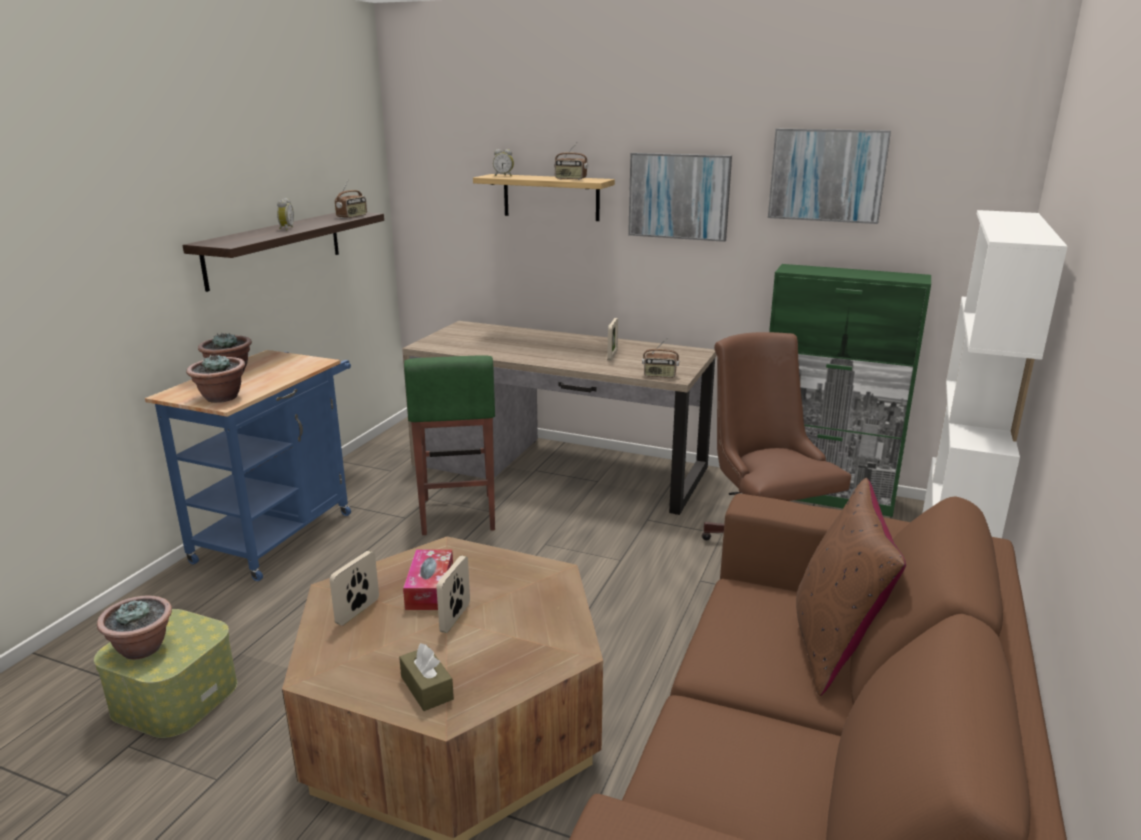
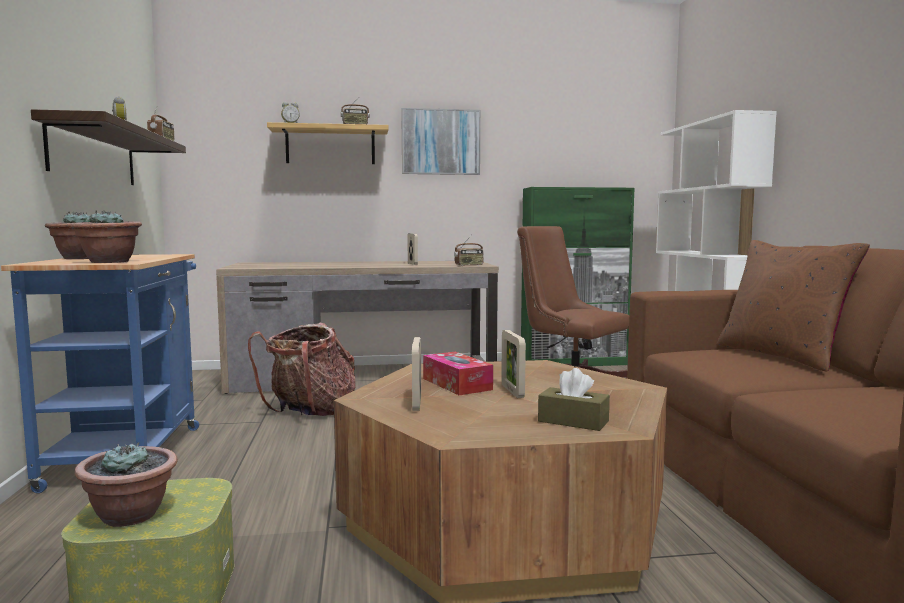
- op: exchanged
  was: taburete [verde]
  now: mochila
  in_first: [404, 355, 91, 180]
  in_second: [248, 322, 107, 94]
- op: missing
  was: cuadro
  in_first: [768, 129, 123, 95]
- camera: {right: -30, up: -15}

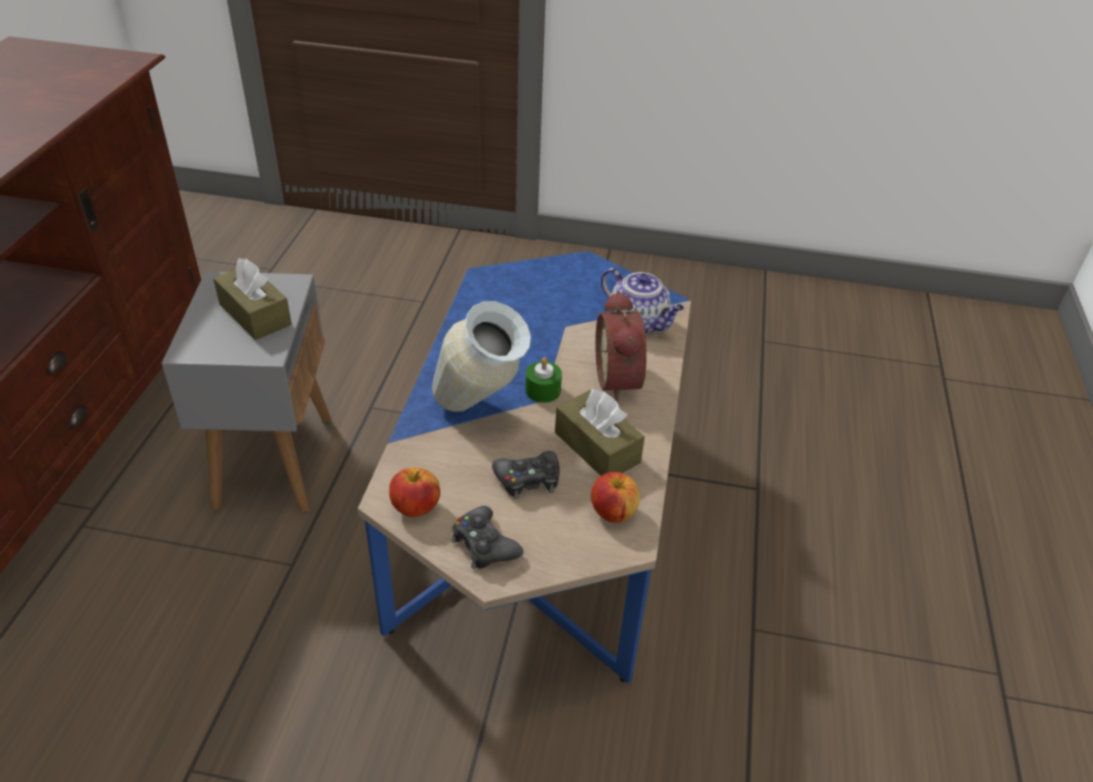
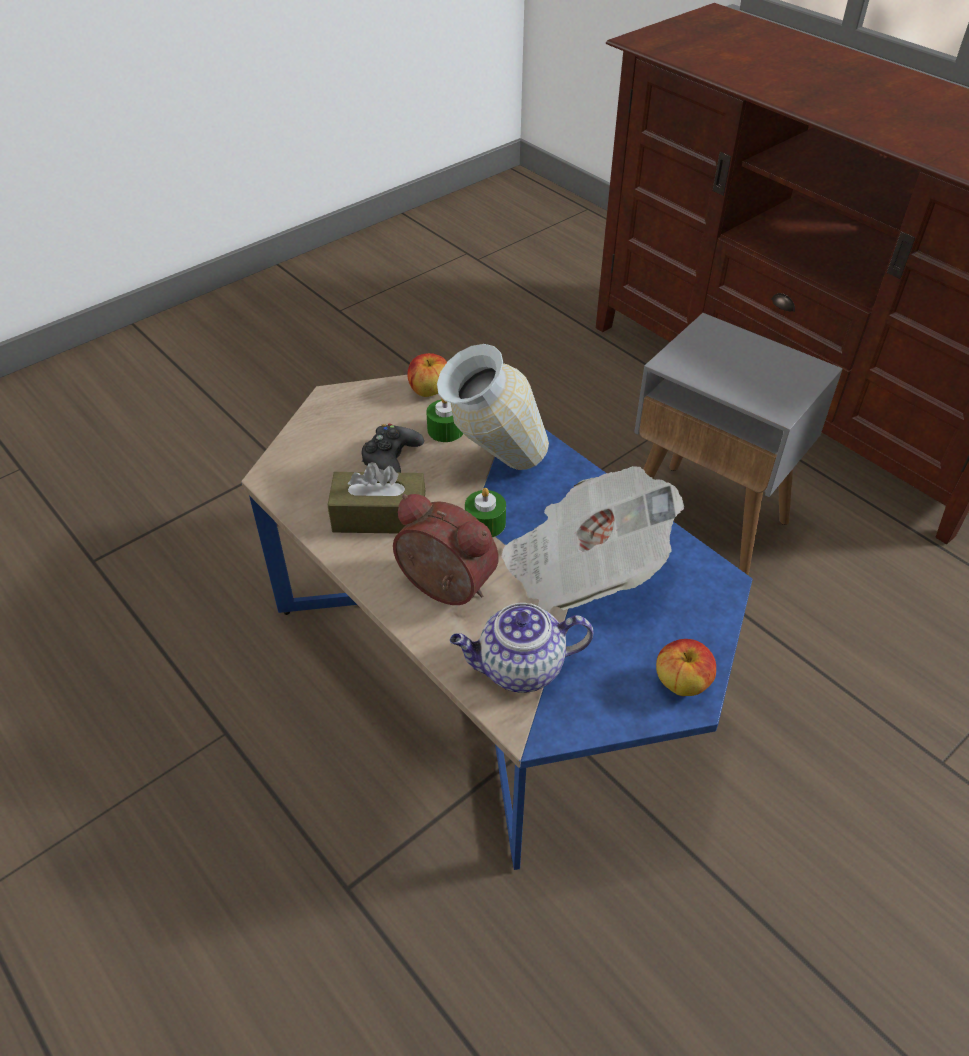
- op: appeared
  now: vela [verde]
  in_second: [426, 398, 37, 44]
- op: appeared
  now: periódico
  in_second: [501, 466, 183, 146]
- op: relocated
  was: manzana
  in_first: [591, 472, 49, 51]
  in_second: [656, 639, 60, 57]
- op: missing
  was: caja de pañuelos [marrón]
  in_first: [213, 258, 79, 82]
- op: missing
  was: mando de consola [negro]
  in_first: [451, 506, 73, 63]
- camera: {right: 130, up: 5}

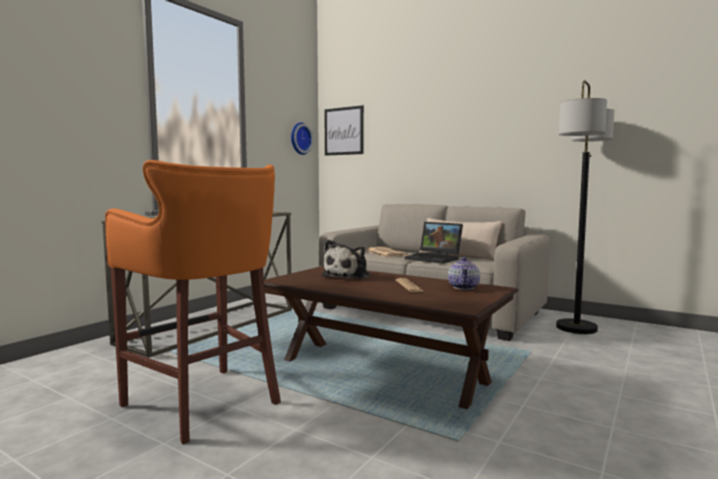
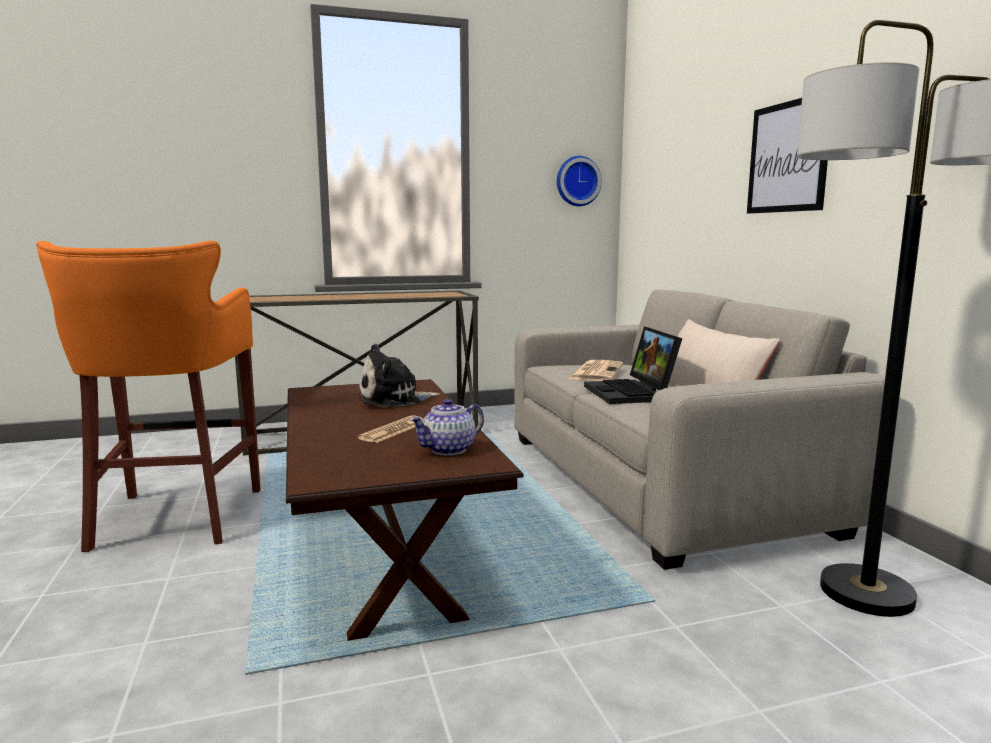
- op: relocated
  was: cuadro
  in_first: [324, 105, 40, 51]
  in_second: [747, 98, 81, 116]
- camera: {right: 40, up: 5}

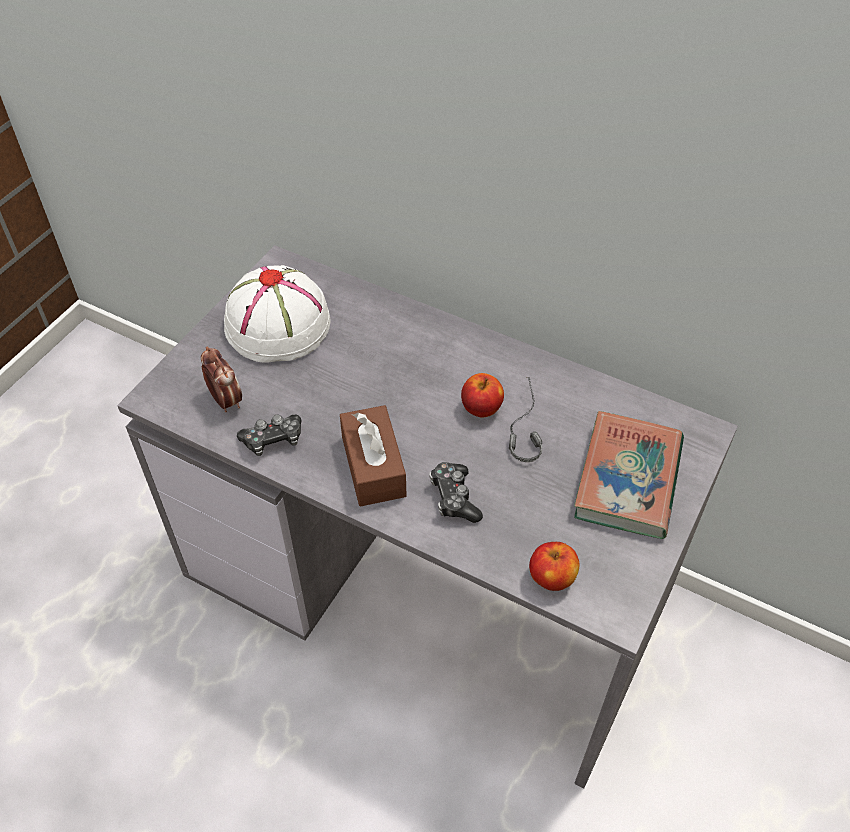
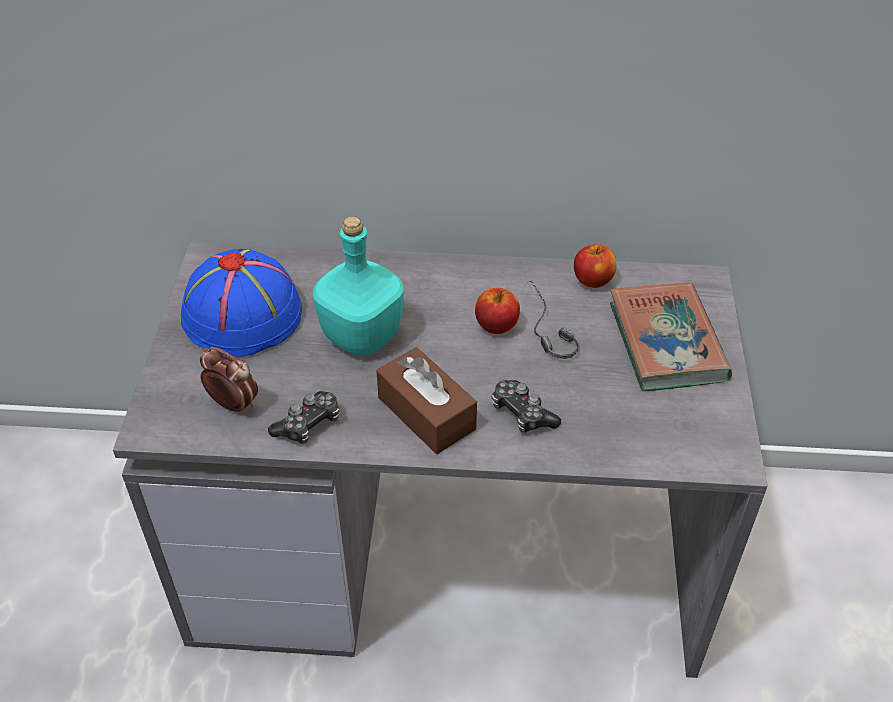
- op: colour
  was: sombrero [blanco]
  now: sombrero [azul]
  in_first: [224, 265, 106, 98]
  in_second: [181, 249, 121, 107]
- op: appeared
  now: botella [turquesa]
  in_second: [313, 217, 91, 139]
- op: relocated
  was: manzana
  in_first: [529, 542, 50, 49]
  in_second: [574, 244, 43, 44]
- camera: {right: -25, up: -5}

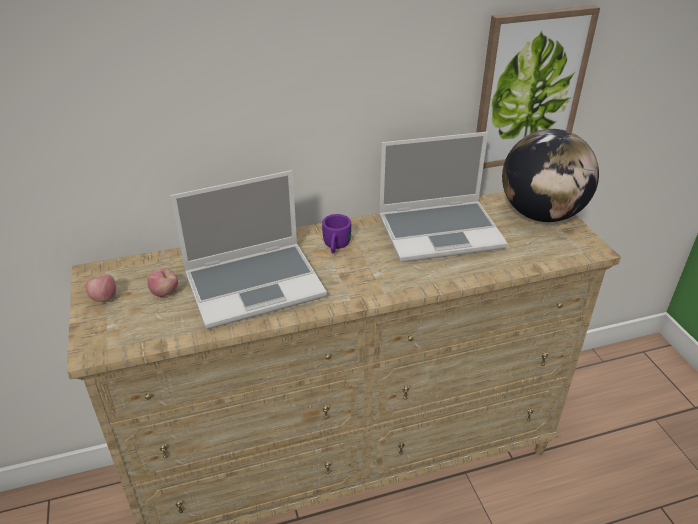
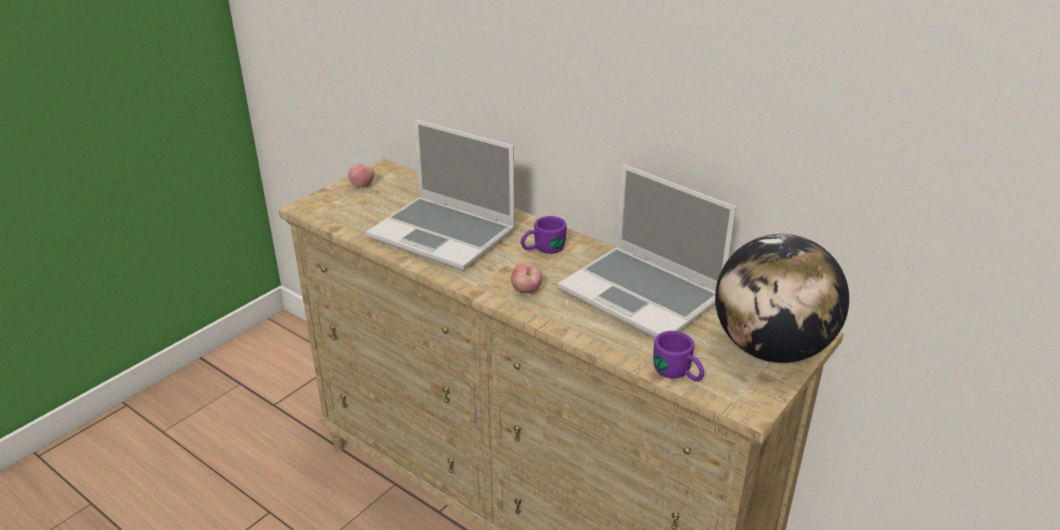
- op: relocated
  was: manzana
  in_first: [147, 268, 31, 29]
  in_second: [511, 263, 31, 30]
- op: appeared
  now: taza grande [morado]
  in_second: [653, 331, 51, 50]
- op: missing
  was: cuadro
  in_first: [476, 5, 124, 164]
- camera: {right: 55, up: -5}

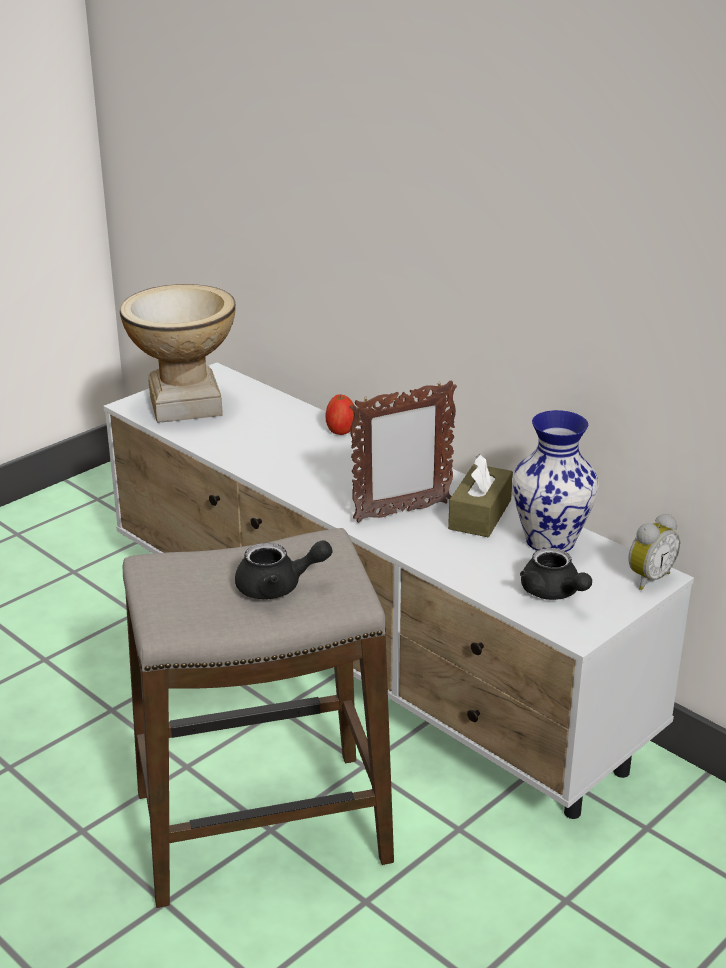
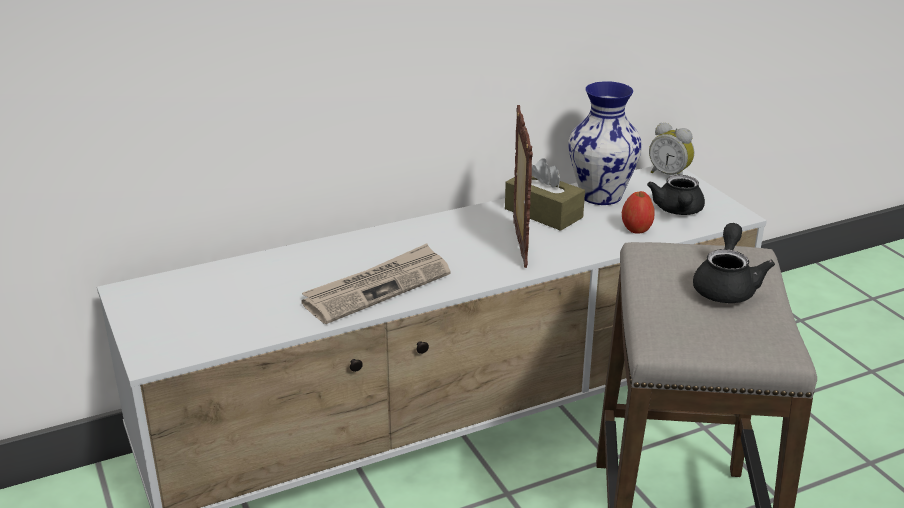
- op: appeared
  now: periódico
  in_second: [301, 243, 150, 81]
- op: relocated
  was: manzana
  in_first: [326, 394, 28, 41]
  in_second: [622, 191, 33, 43]
- op: spun
  was: tetera [negro]
  in_first: [520, 548, 72, 52]
  in_second: [647, 175, 58, 40]
  clockwise: 105
- op: spun
  was: despertador
  in_first: [628, 514, 52, 76]
  in_second: [649, 122, 45, 53]
  clockwise: 150
- op: missing
  was: florero
  in_first: [120, 284, 116, 139]
- camera: {right: -70, up: 0}

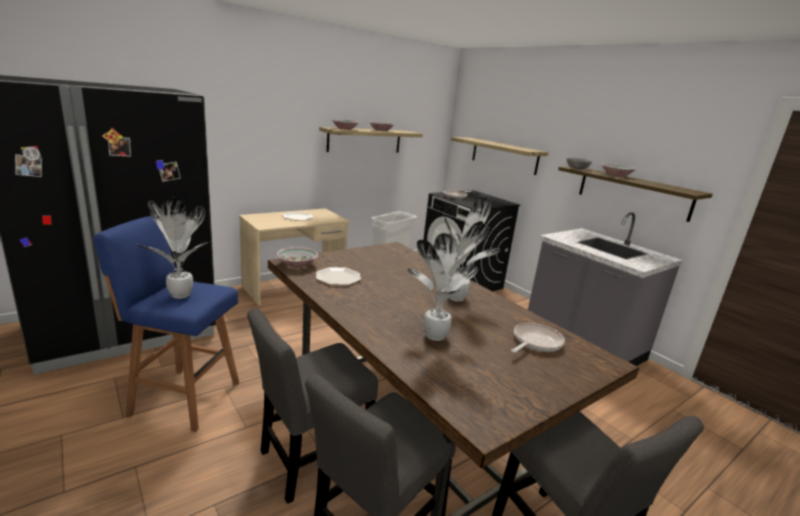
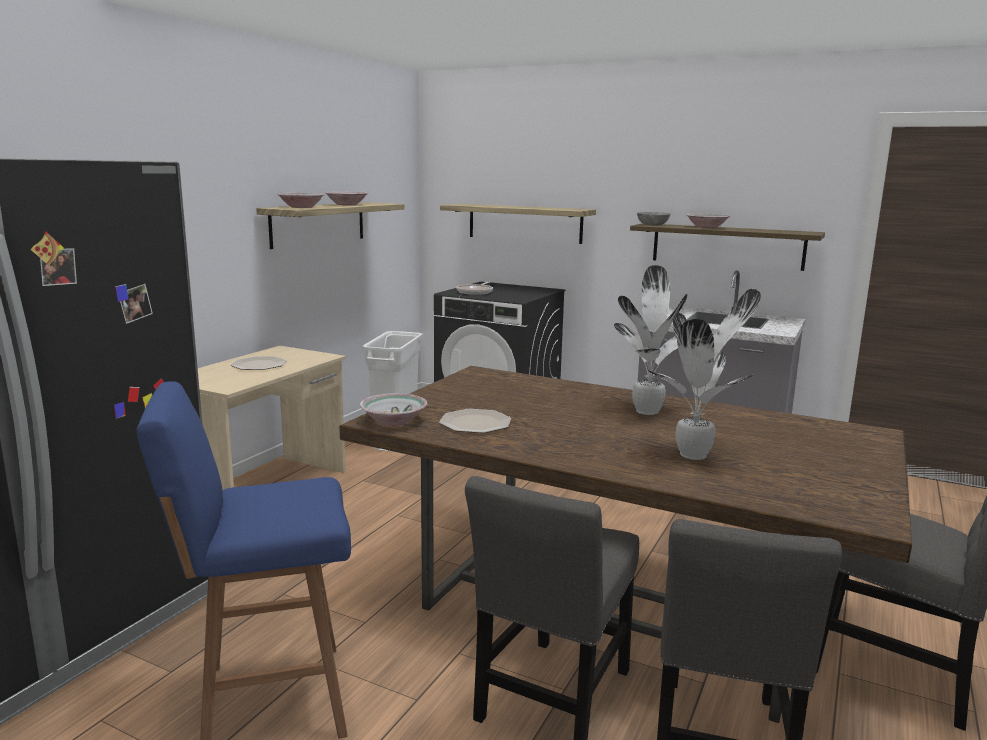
- op: missing
  was: planta en maceta
  in_first: [135, 198, 75, 101]
- op: missing
  was: sartén
  in_first: [511, 323, 54, 30]
- camera: {right: -25, up: -5}

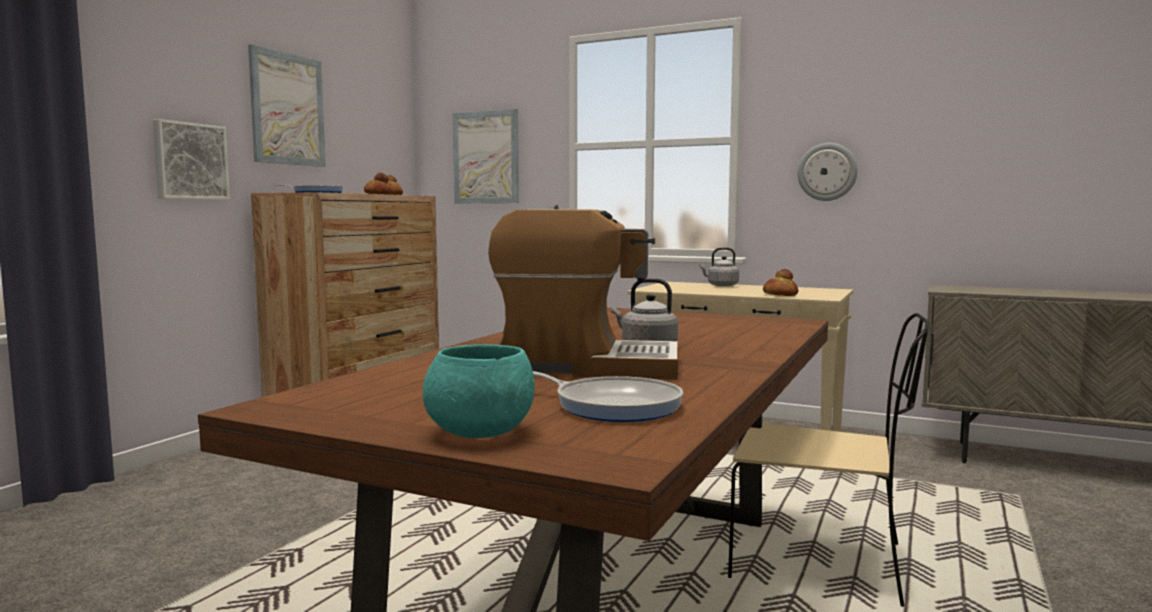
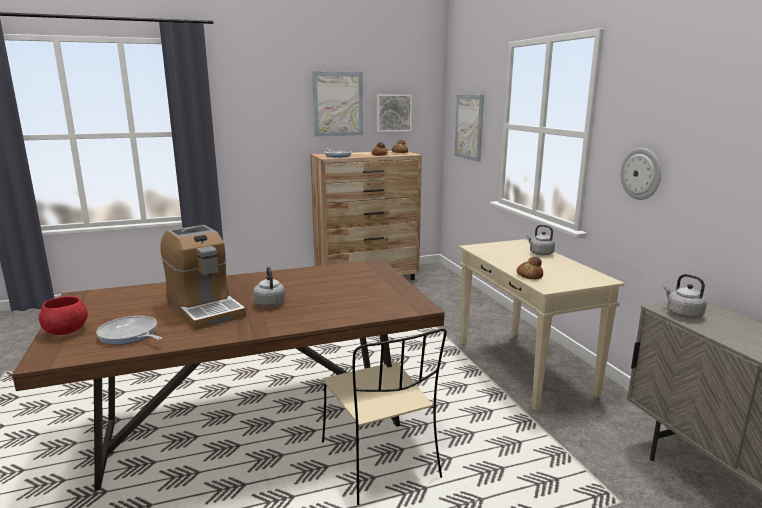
- op: colour
  was: cuenco [turquesa]
  now: cuenco [rojo]
  in_first: [423, 344, 112, 94]
  in_second: [39, 296, 49, 39]
- op: spun
  was: sartén
  in_first: [533, 371, 150, 51]
  in_second: [96, 316, 67, 29]
  clockwise: 135
- op: relocated
  was: cuadro
  in_first: [153, 119, 77, 81]
  in_second: [377, 95, 35, 37]
- op: appeared
  now: hervidor [gris]
  in_second: [664, 274, 43, 44]
- camera: {right: 45, up: 10}

